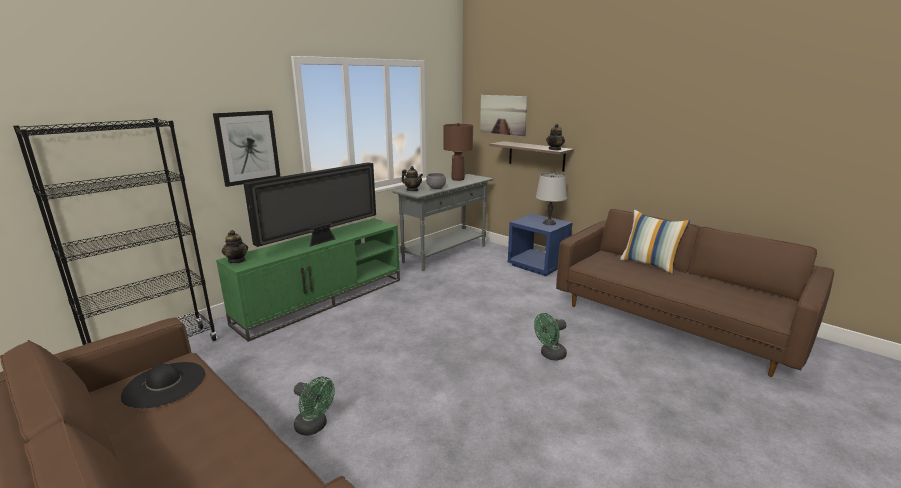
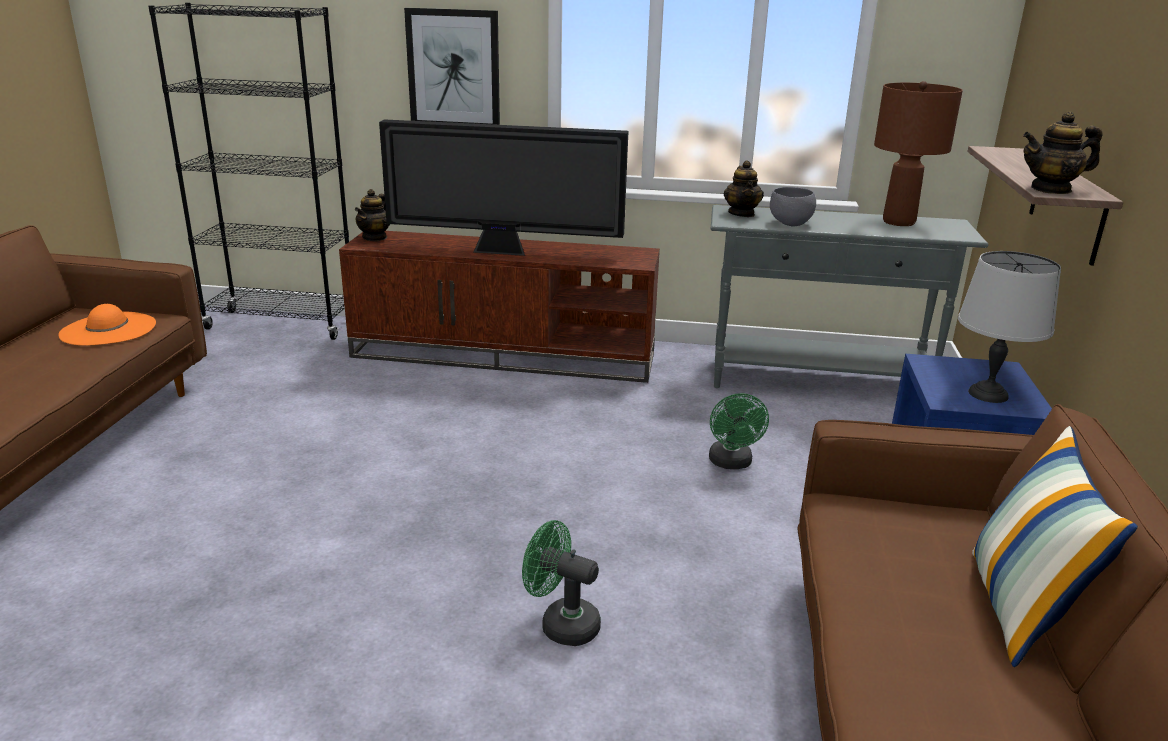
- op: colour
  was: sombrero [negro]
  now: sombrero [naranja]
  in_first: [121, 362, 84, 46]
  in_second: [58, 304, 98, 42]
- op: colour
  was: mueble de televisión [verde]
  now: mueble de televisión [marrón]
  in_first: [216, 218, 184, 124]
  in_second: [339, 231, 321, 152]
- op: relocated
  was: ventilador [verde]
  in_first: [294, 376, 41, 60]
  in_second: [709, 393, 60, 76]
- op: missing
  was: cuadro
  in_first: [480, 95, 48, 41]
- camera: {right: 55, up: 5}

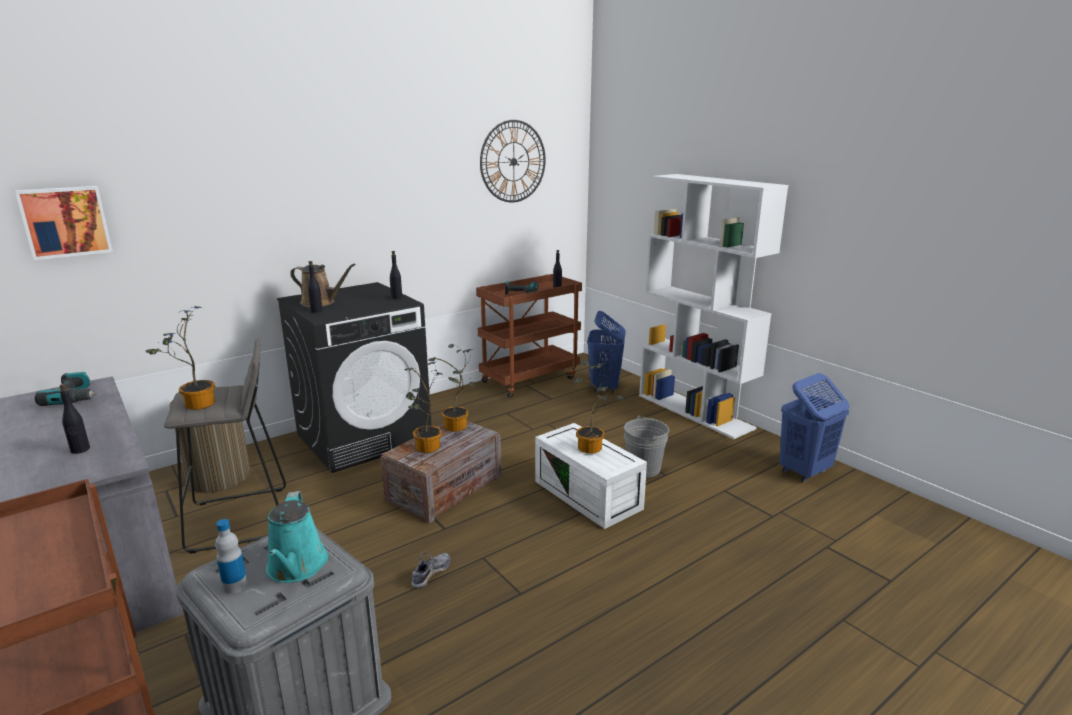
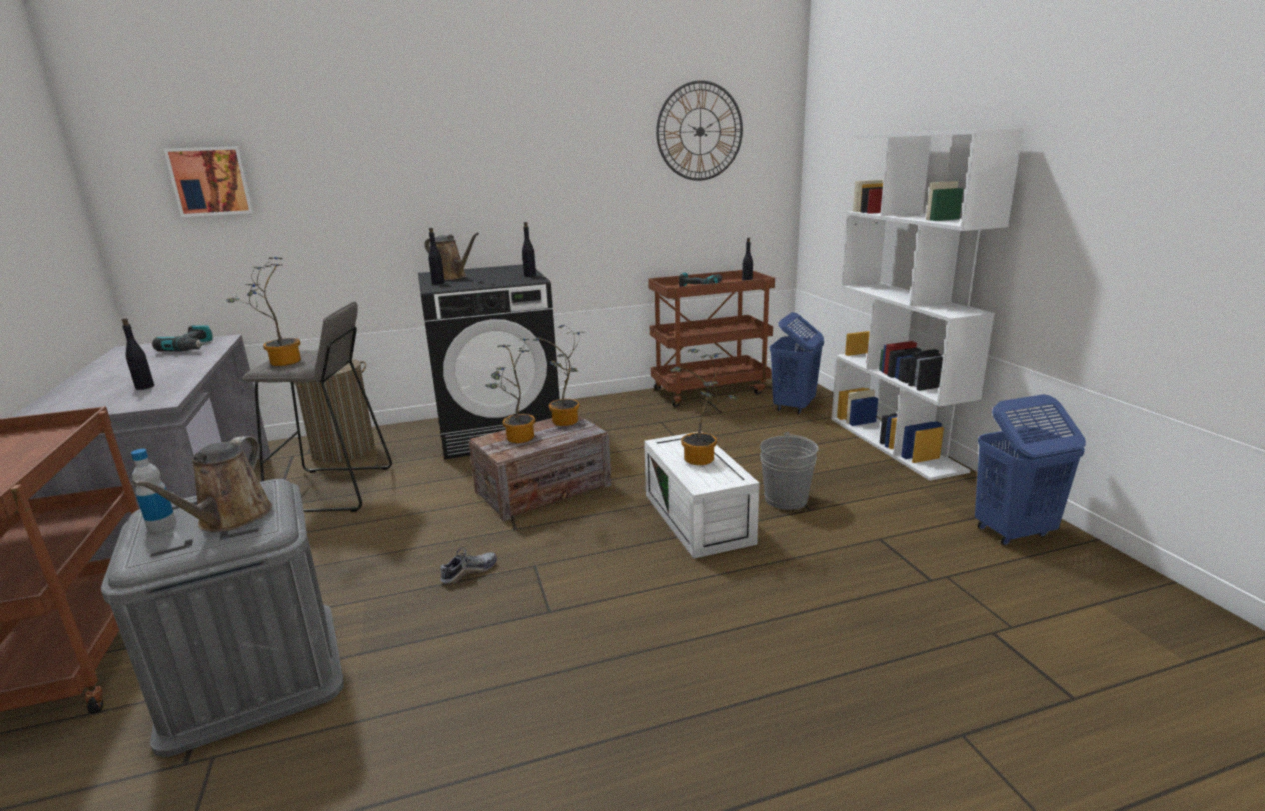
- op: colour
  was: regadera [turquesa]
  now: regadera [marrón]
  in_first: [266, 491, 62, 92]
  in_second: [131, 436, 141, 96]
- camera: {right: 20, up: 0}

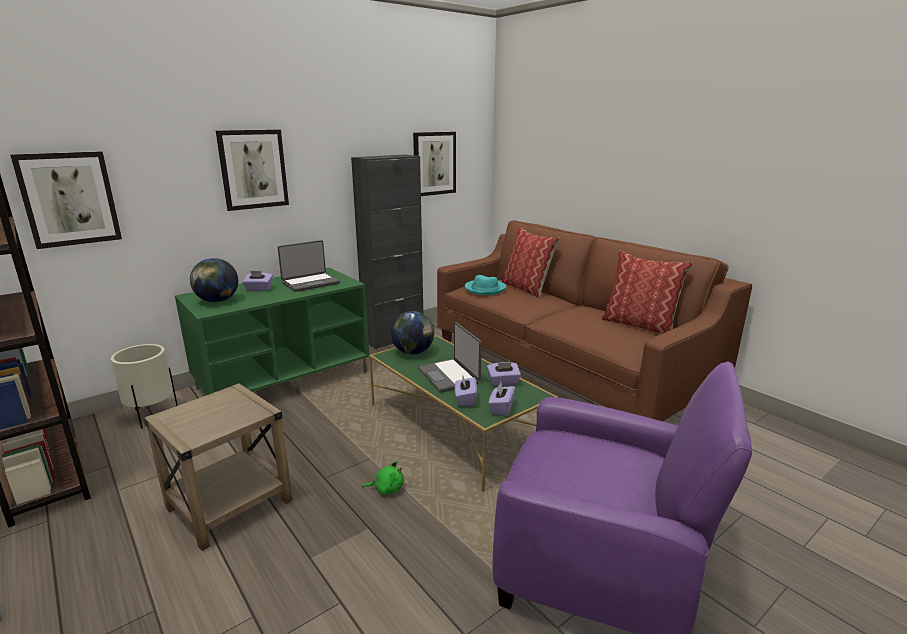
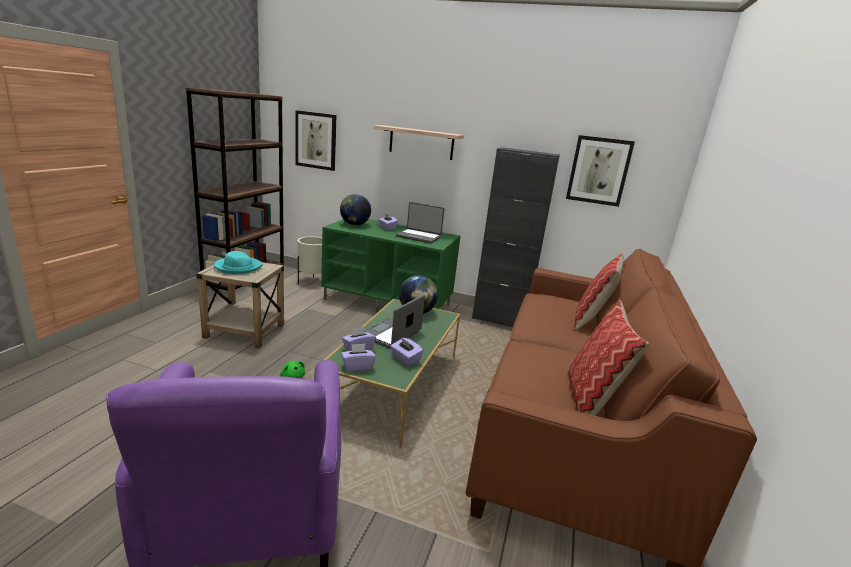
- op: relocated
  was: sombrero [turquesa]
  in_first: [465, 275, 41, 20]
  in_second: [214, 251, 49, 23]
- op: exchanged
  was: cuadro
  now: estante
  in_first: [216, 130, 73, 81]
  in_second: [373, 125, 91, 35]
- camera: {right: 55, up: 0}

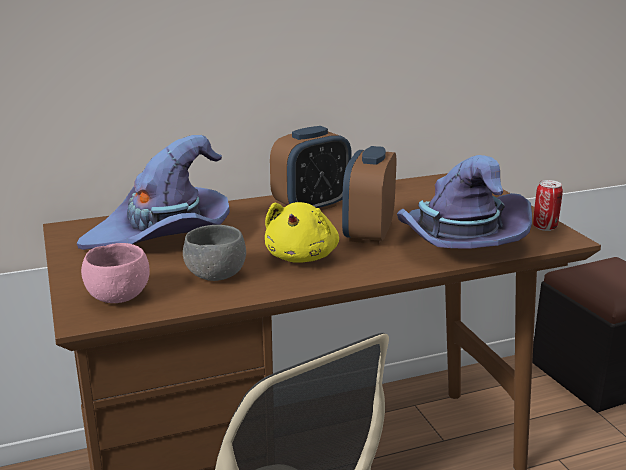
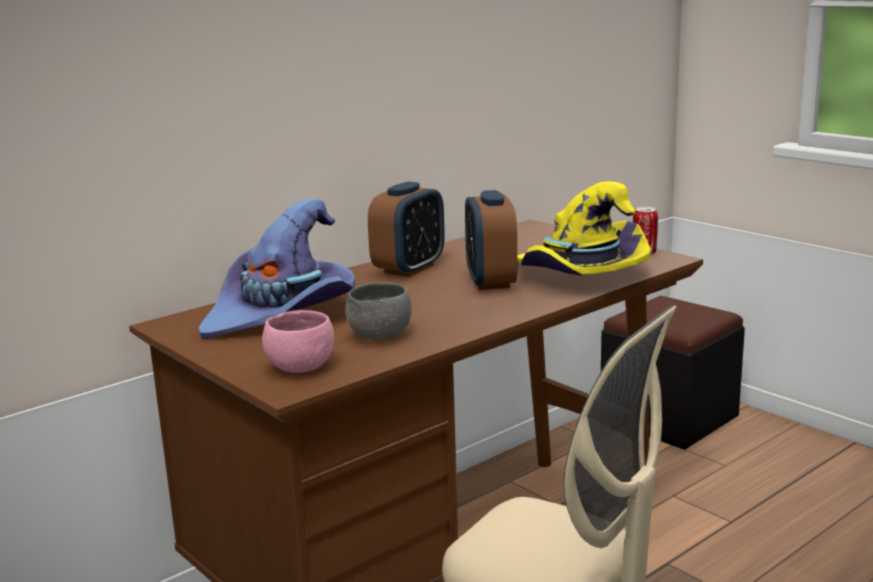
- op: colour
  was: sombrero [morado]
  now: sombrero [amarillo]
  in_first: [397, 155, 135, 94]
  in_second: [517, 181, 134, 94]
- op: missing
  was: peluche [amarillo]
  in_first: [265, 202, 74, 61]
- camera: {right: -20, up: -5}

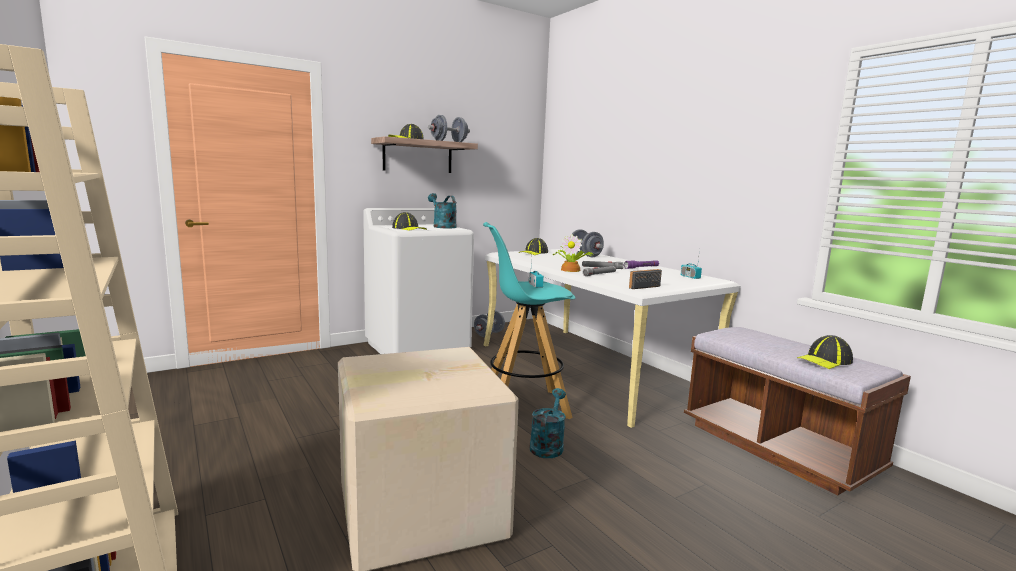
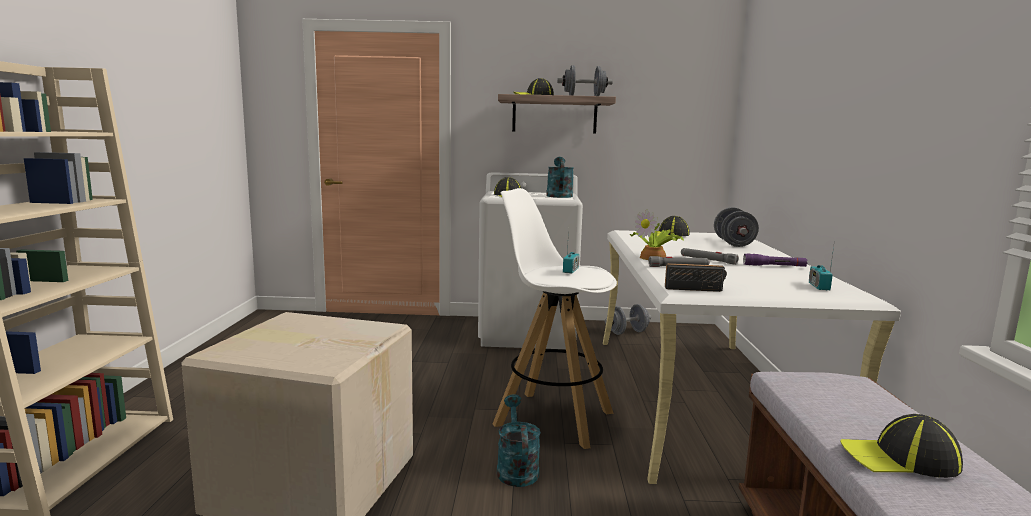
- op: colour
  was: taburete [turquesa]
  now: taburete [blanco]
  in_first: [483, 222, 92, 197]
  in_second: [493, 188, 124, 261]
- op: spun
  was: regadera [turquesa]
  in_first: [529, 388, 37, 70]
  in_second: [497, 394, 44, 93]
  clockwise: -60
- camera: {right: 35, up: 0}

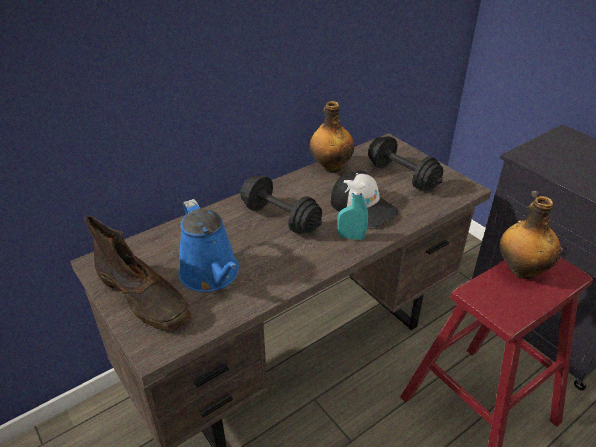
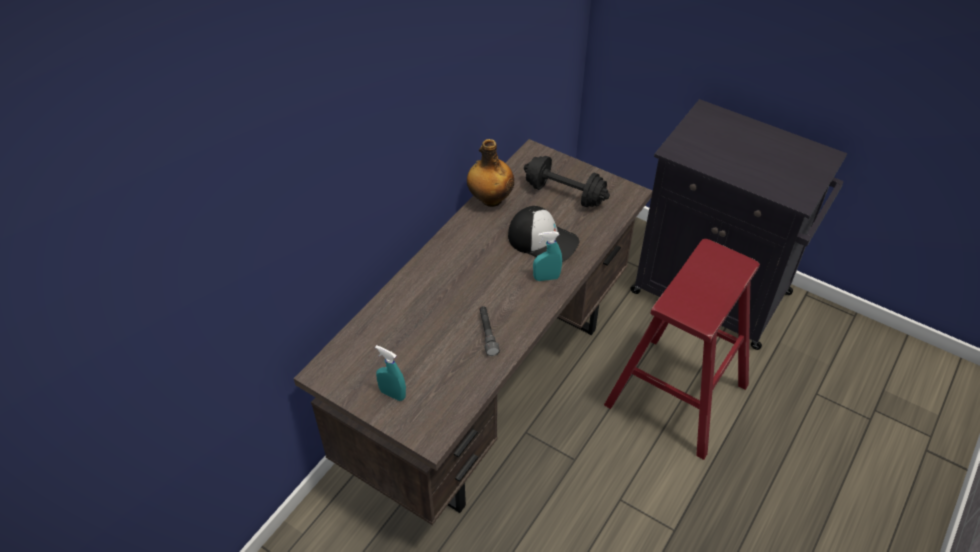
- op: exchanged
  was: bota [marrón]
  now: pulverizador [turquesa]
  in_first: [84, 215, 108, 116]
  in_second: [375, 345, 31, 56]
- op: appeared
  now: linterna [gris]
  in_second: [479, 306, 21, 50]
- op: missing
  was: regadera [azul]
  in_first: [178, 199, 61, 93]
- op: missing
  was: mancuerna [negro]
  in_first: [240, 175, 82, 59]
- op: missing
  was: botella
  in_first: [500, 196, 61, 83]
- camera: {right: -20, up: 10}

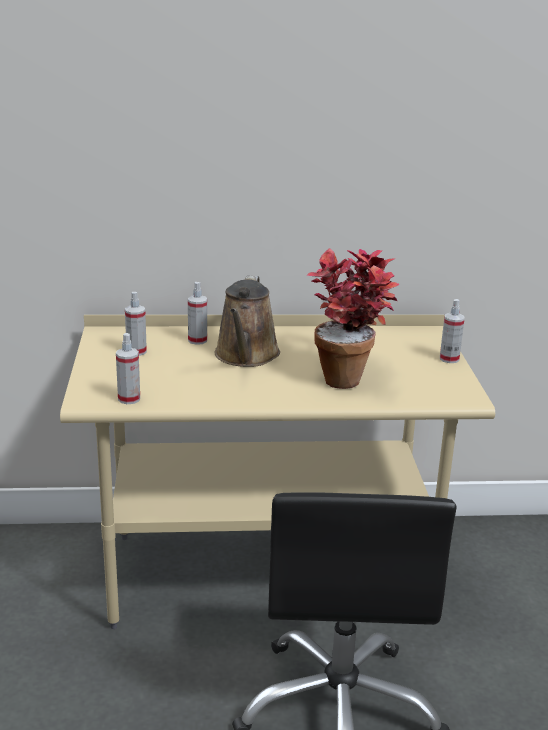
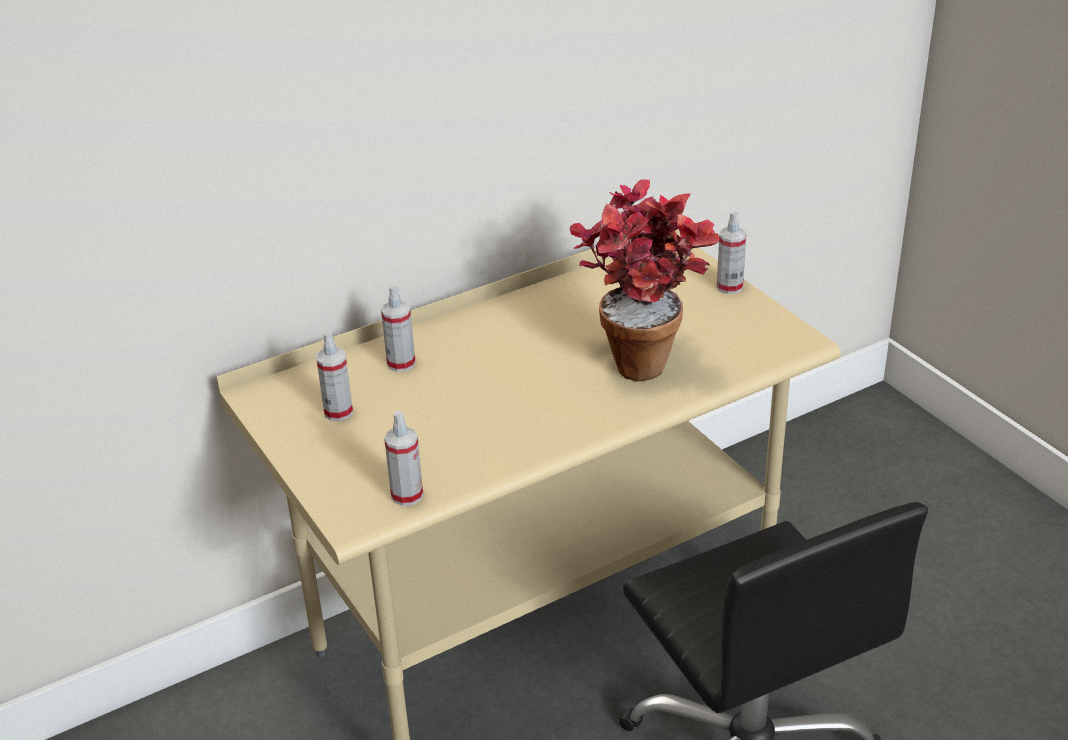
- op: missing
  was: regadera [marrón]
  in_first: [215, 276, 65, 91]
- camera: {right: -25, up: 10}

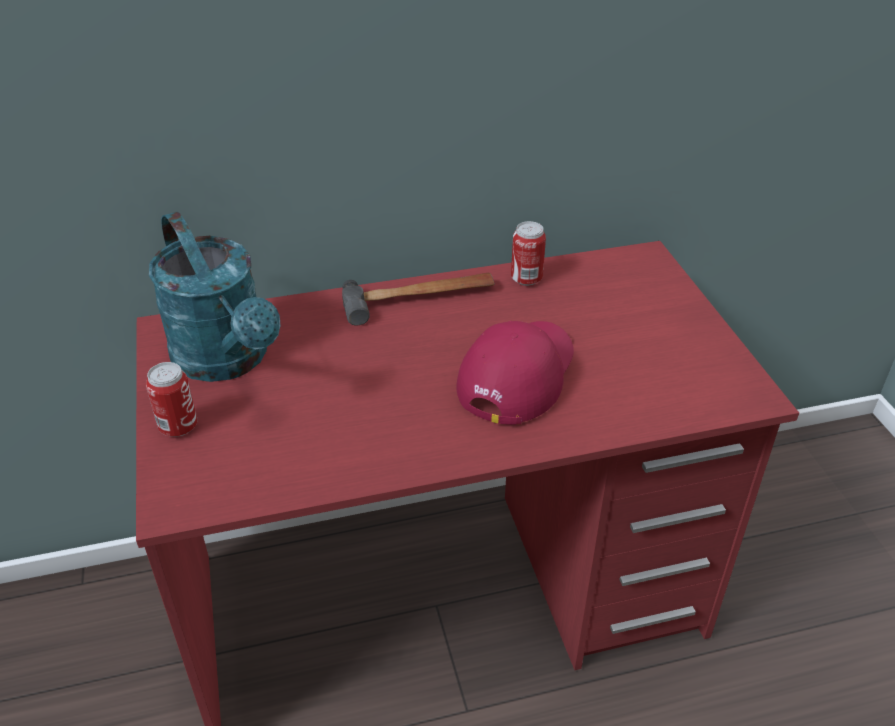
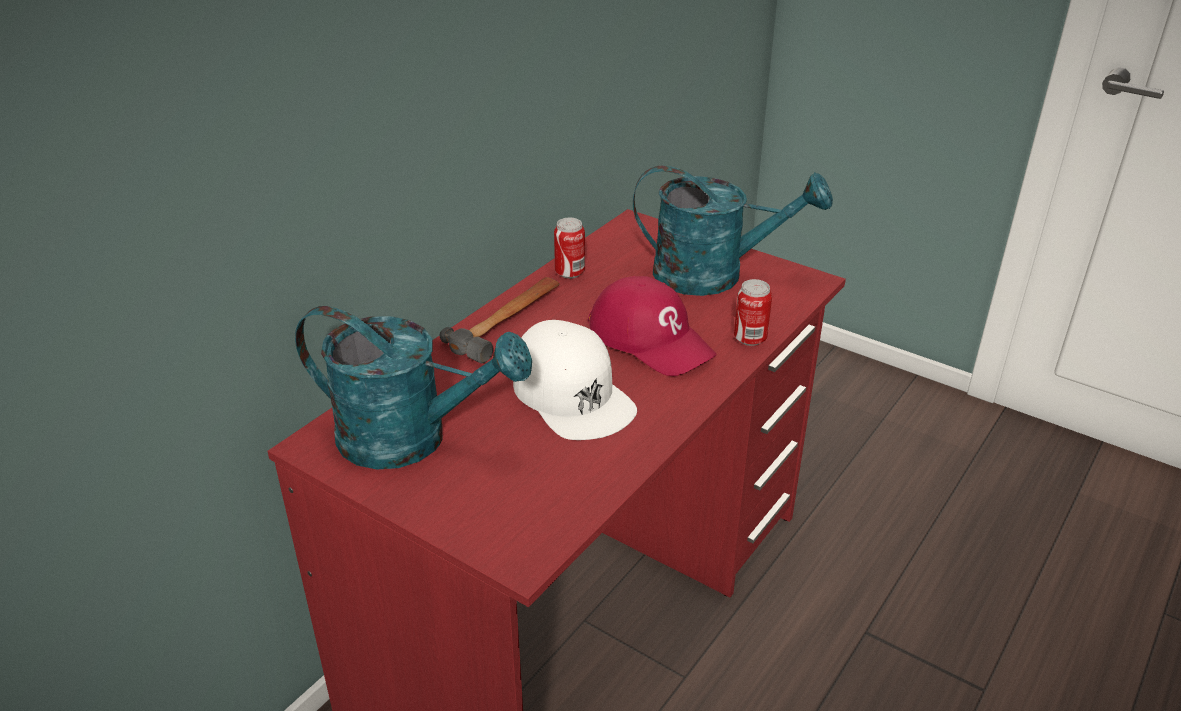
- op: appeared
  now: gorra [blanco]
  in_second: [513, 320, 124, 120]
- op: spun
  was: gorra [rojo]
  in_first: [456, 321, 118, 104]
  in_second: [588, 276, 128, 100]
  clockwise: 150
- op: appeared
  now: regadera [turquesa]
  in_second: [633, 165, 200, 131]
- op: relocated
  was: lata
  in_first: [146, 362, 51, 75]
  in_second: [734, 279, 38, 67]
- camera: {right: -40, up: -5}

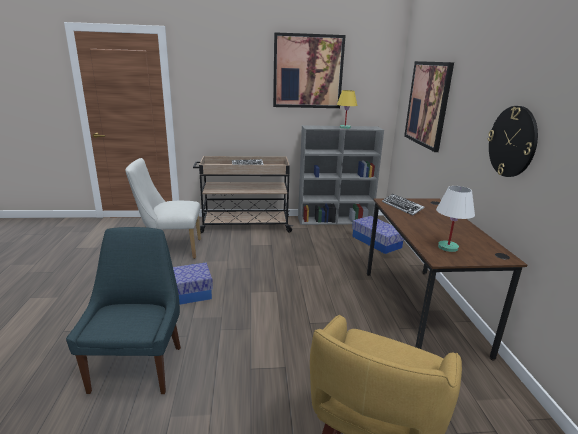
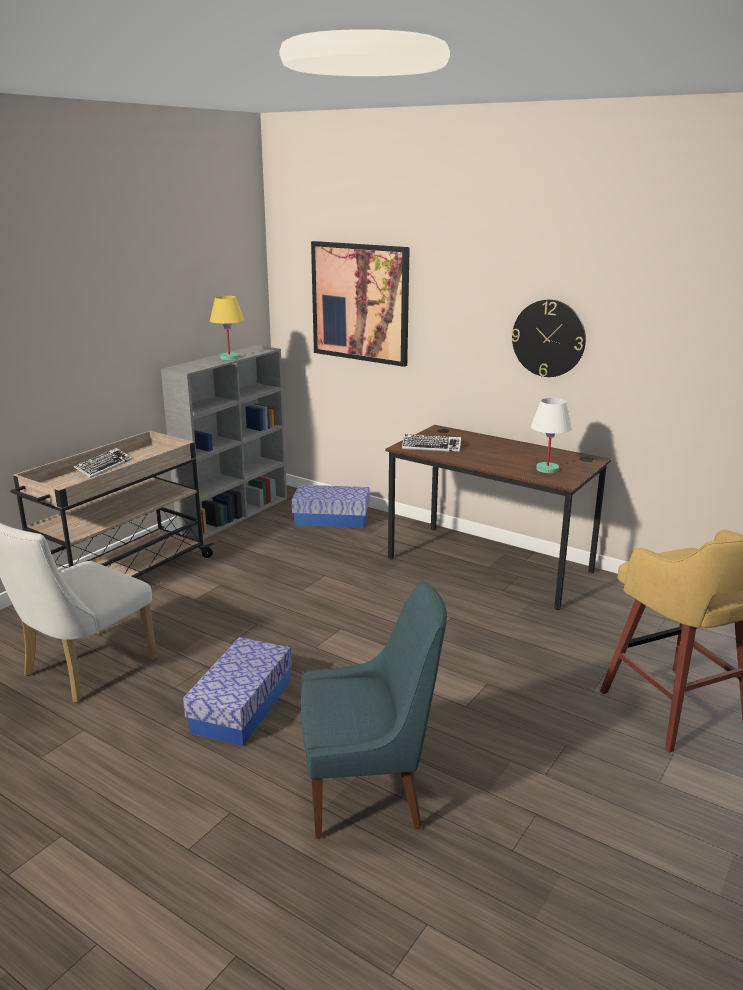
- op: spun
  was: silla [azul]
  in_first: [66, 227, 115, 167]
  in_second: [301, 580, 146, 259]
  clockwise: 135
- op: missing
  was: cuadro
  in_first: [273, 32, 73, 76]
- camera: {right: -50, up: 0}

